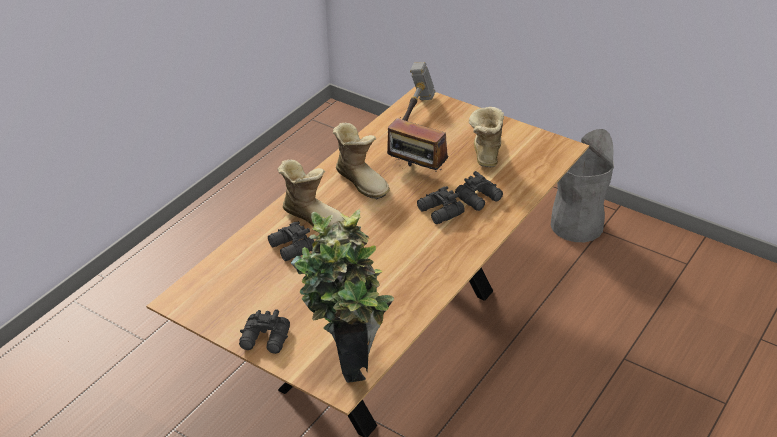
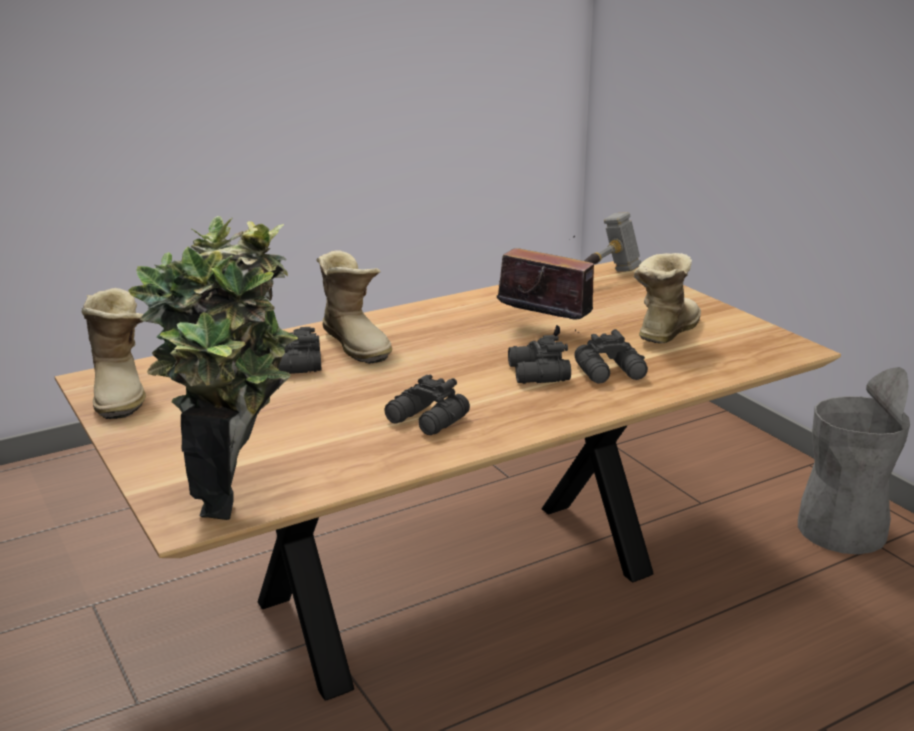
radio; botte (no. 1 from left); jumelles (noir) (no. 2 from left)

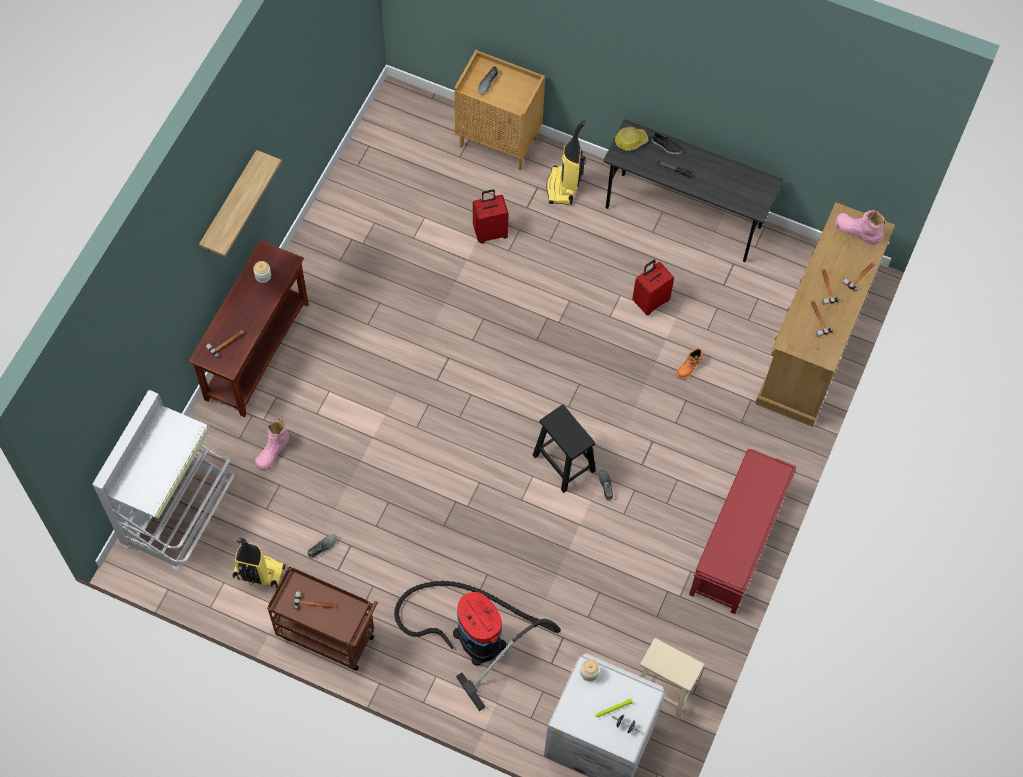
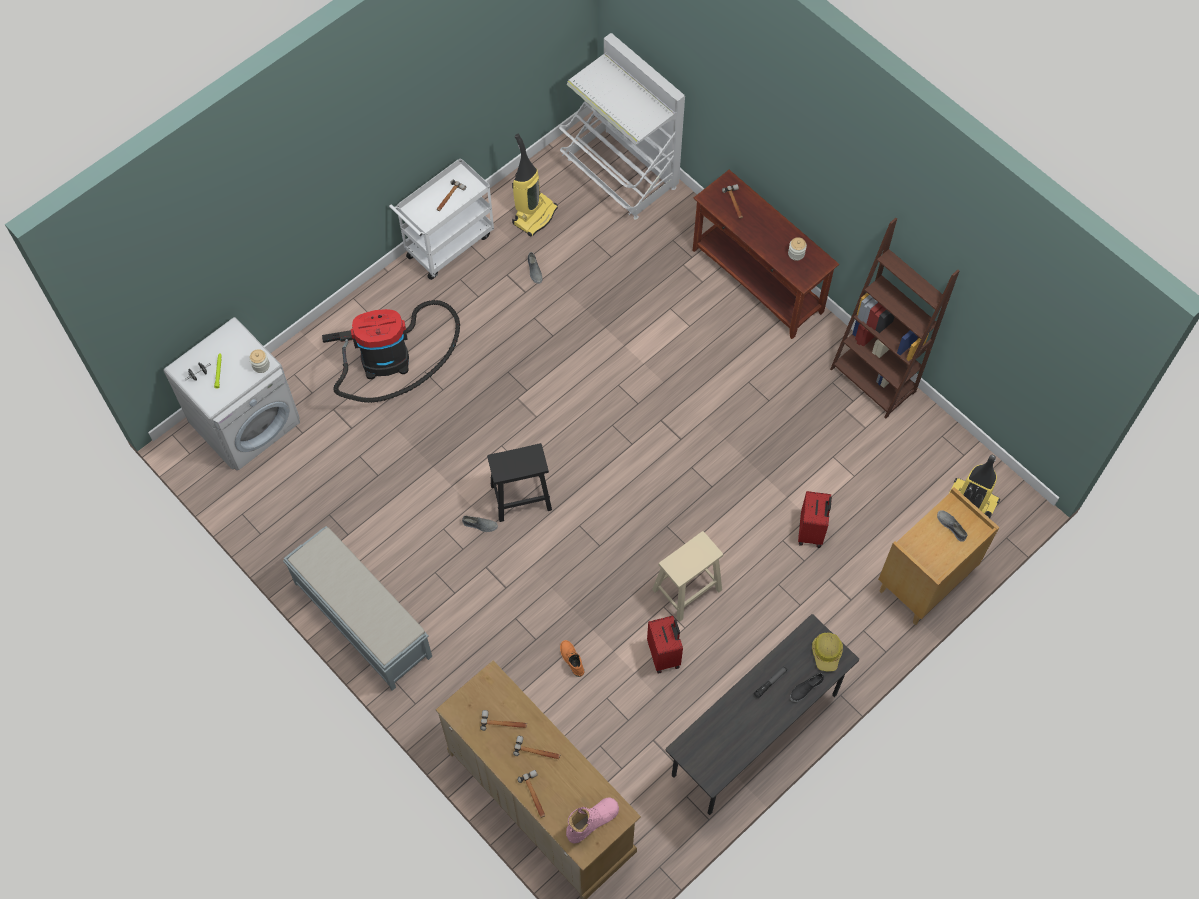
aspirateur (no. 3 from left); étagère; botte (rose) (no. 1 from left in the first image); banc (gris); chariot (blanc); tabouret (beige); bibliothèque (marron)

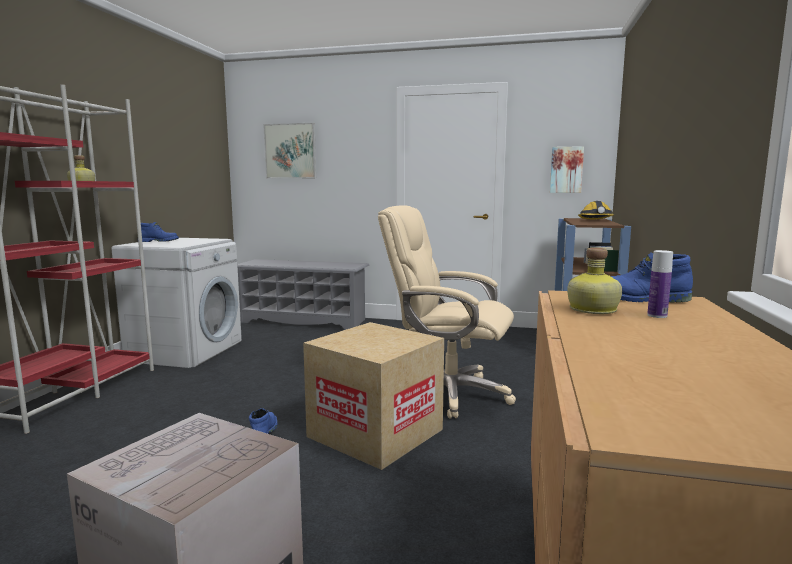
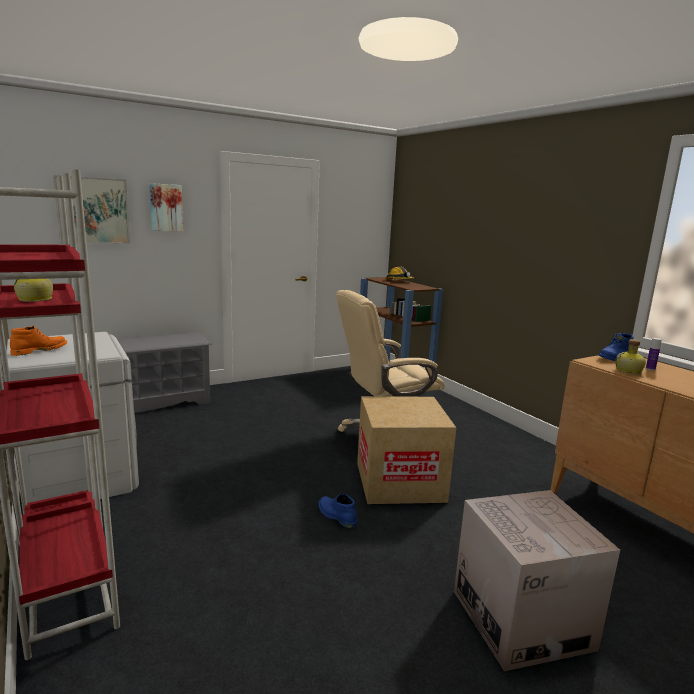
tableau (no. 2 from left); botte (orange)

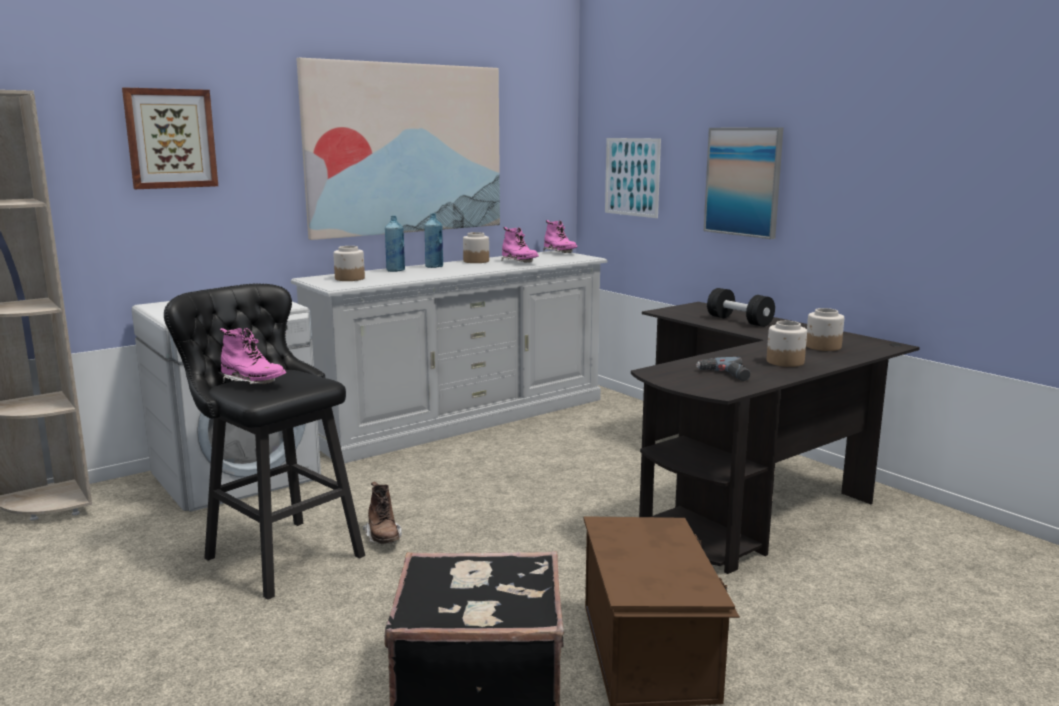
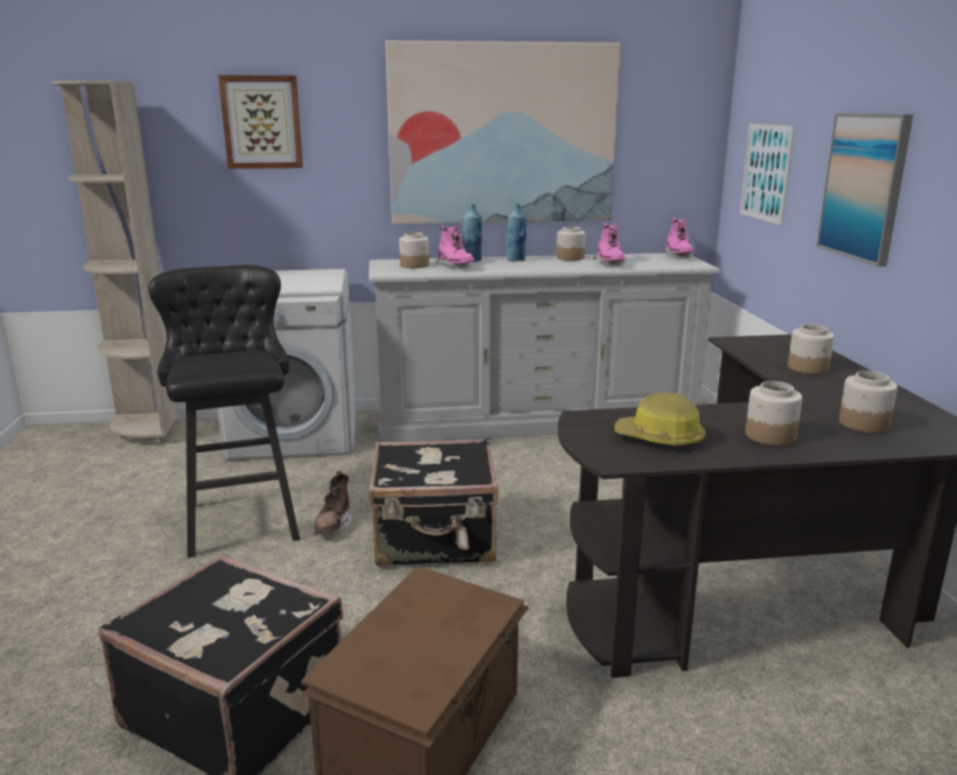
bocal (no. 4 from left); botte (rose) (no. 1 from left); casque de chantier; valise (noir) (no. 2 from left)

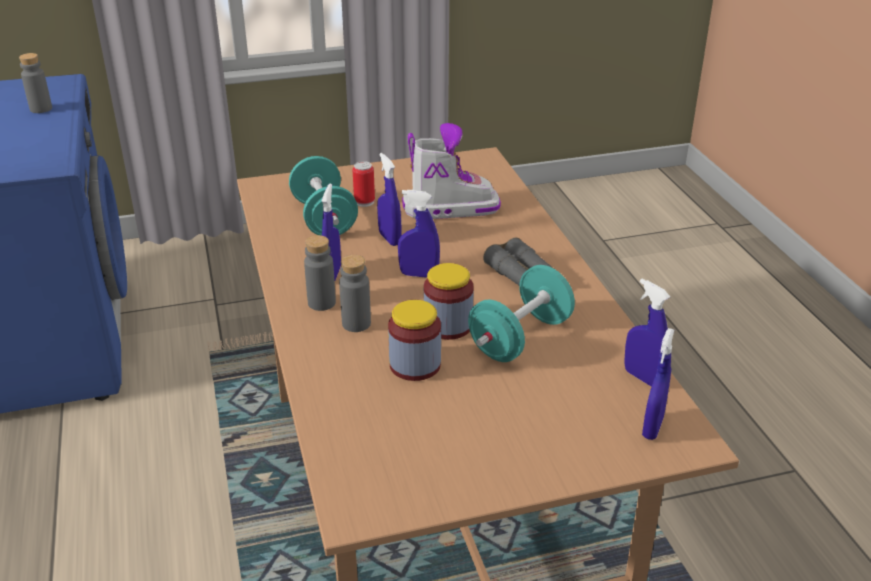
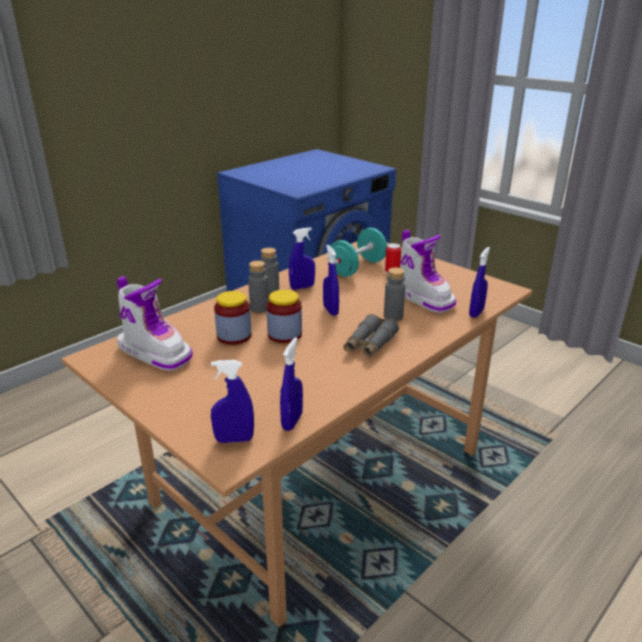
bouteille (gris) (no. 3 from left); vaporisateur (bleu) (no. 5 from left); haltère (turquoise) (no. 2 from left in the first image); botte (no. 1 from left)

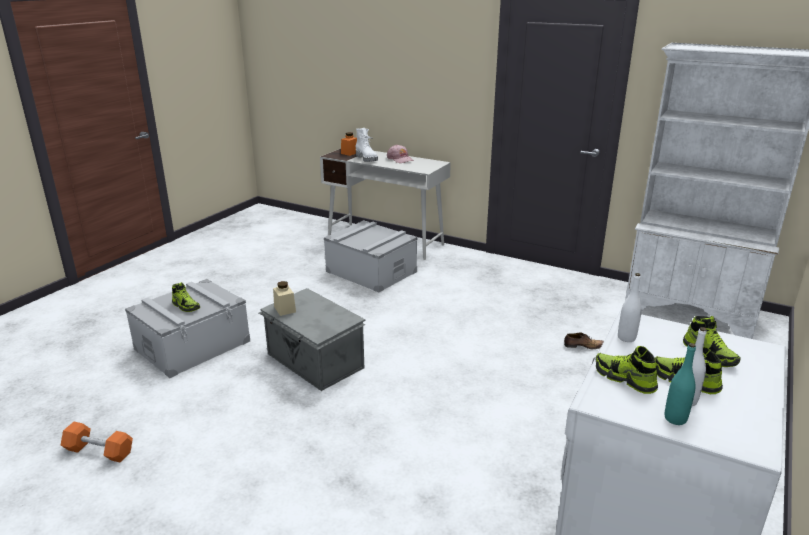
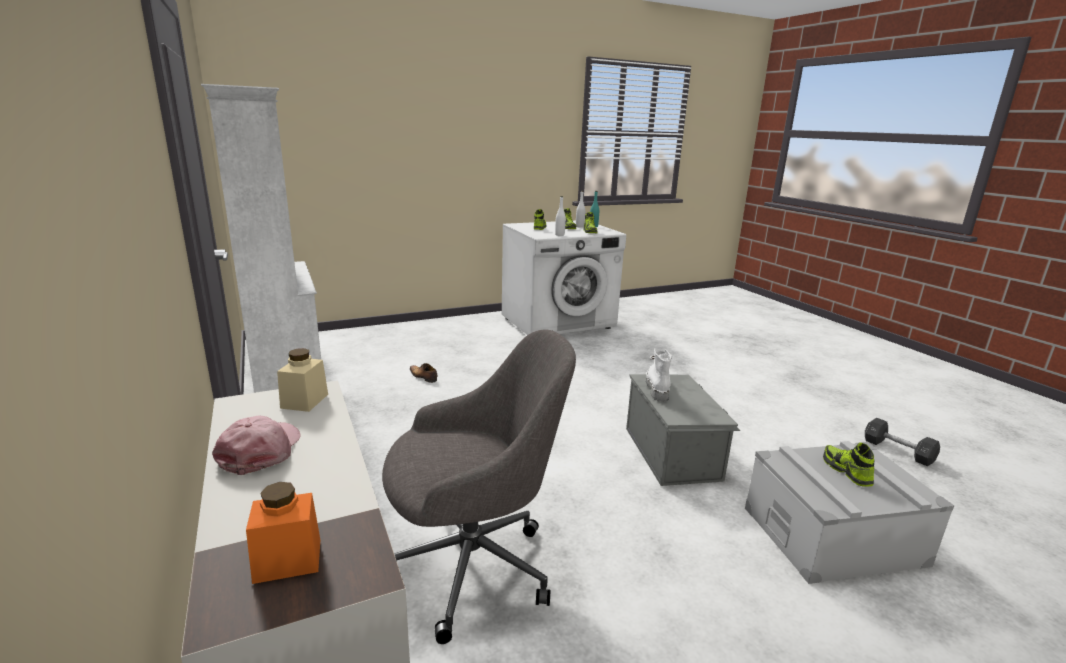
botte (blanc); chaise de bureau (gris); bocal (beige); haltère (noir)

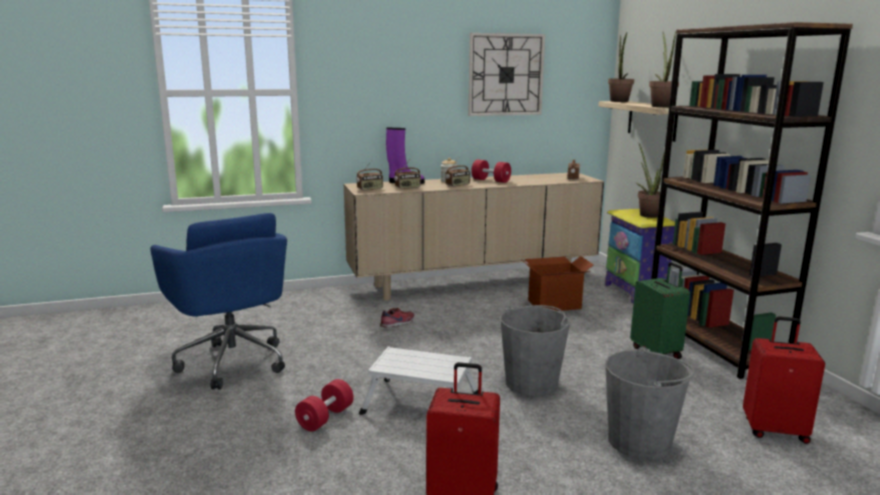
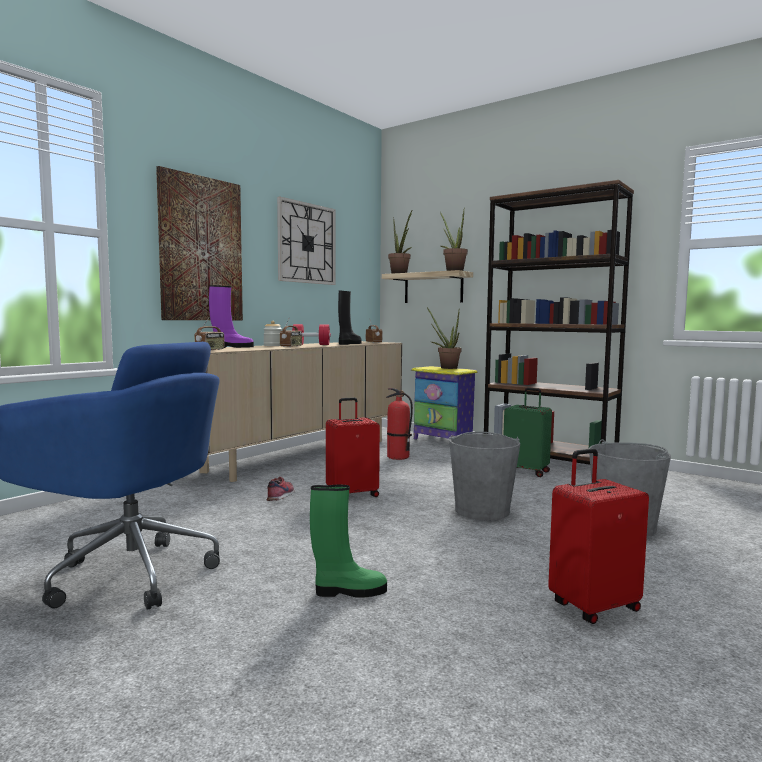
radio (no. 2 from left in the first image); extincteur; valise (rouge) (no. 1 from left); escabeau (blanc); botte (vert); tableau; botte (noir)

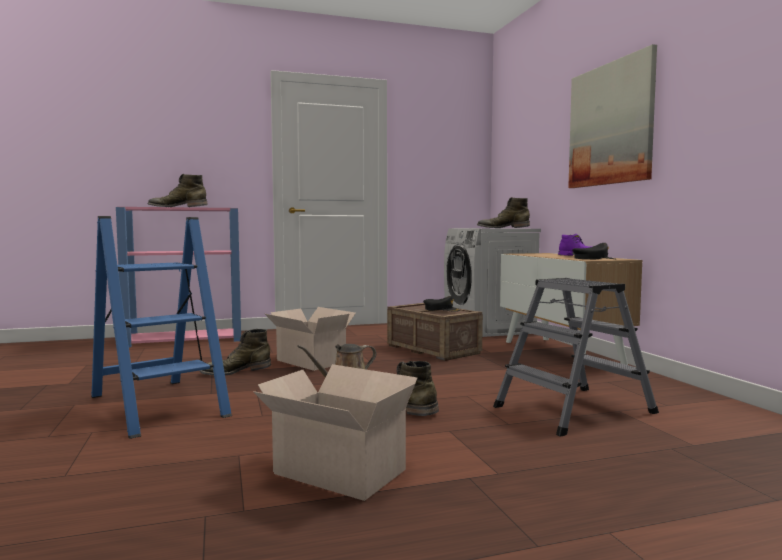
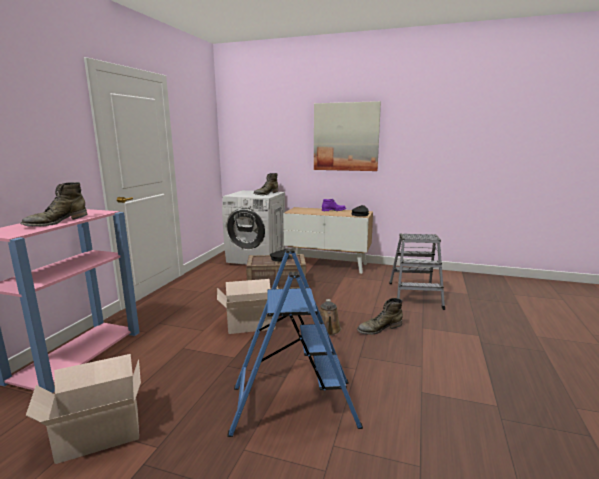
botte (vert) (no. 2 from left in the first image); carton (no. 1 from left)

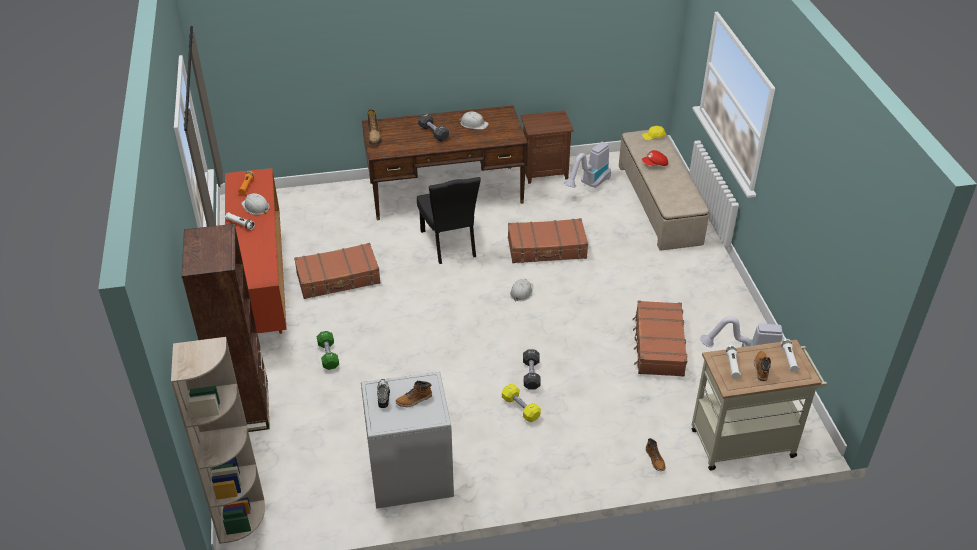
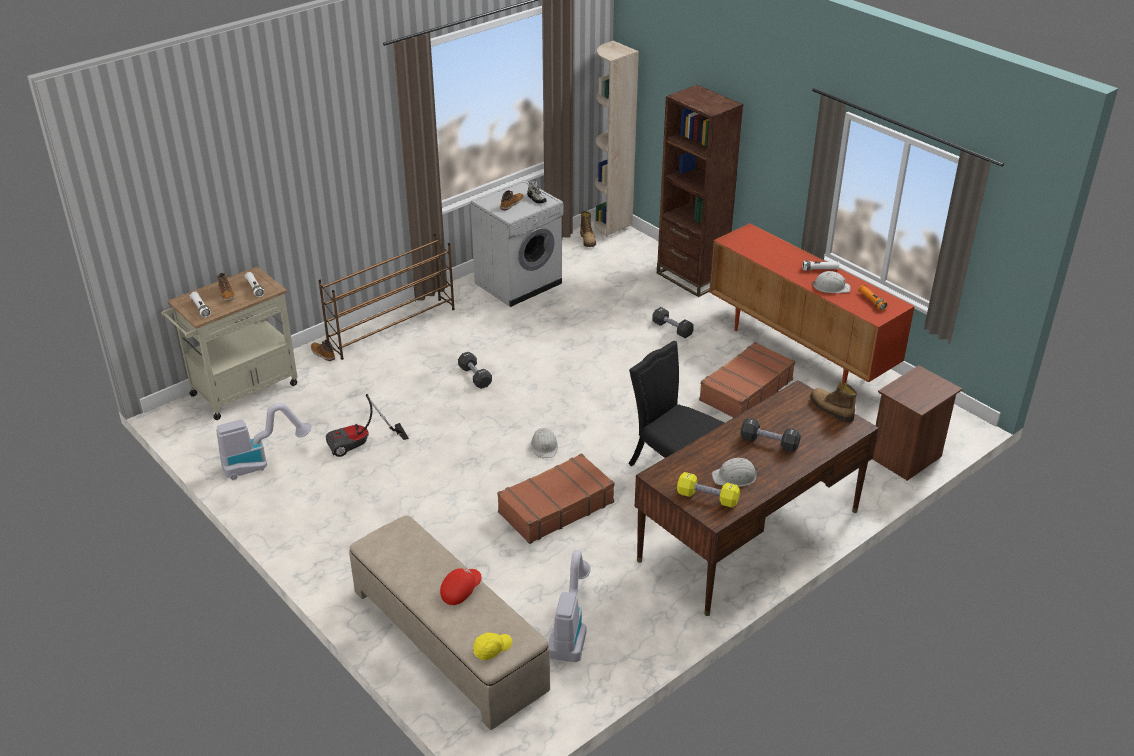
table de chevet (marron); aspirateur (no. 2 from left); haltère (noir) (no. 2 from left); haltère (jaune); botte (no. 4 from left); étagère à chaussures (marron)

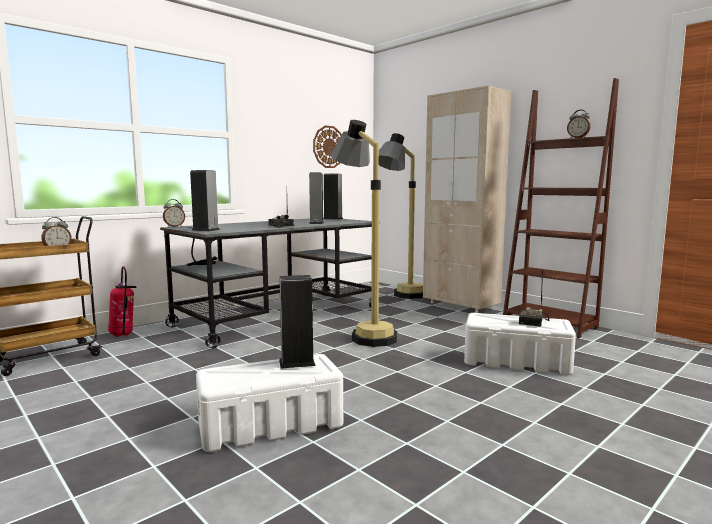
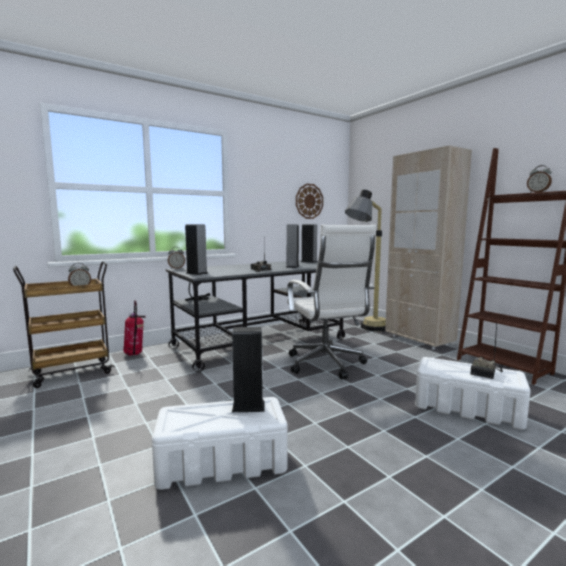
chaise de bureau (blanc)

